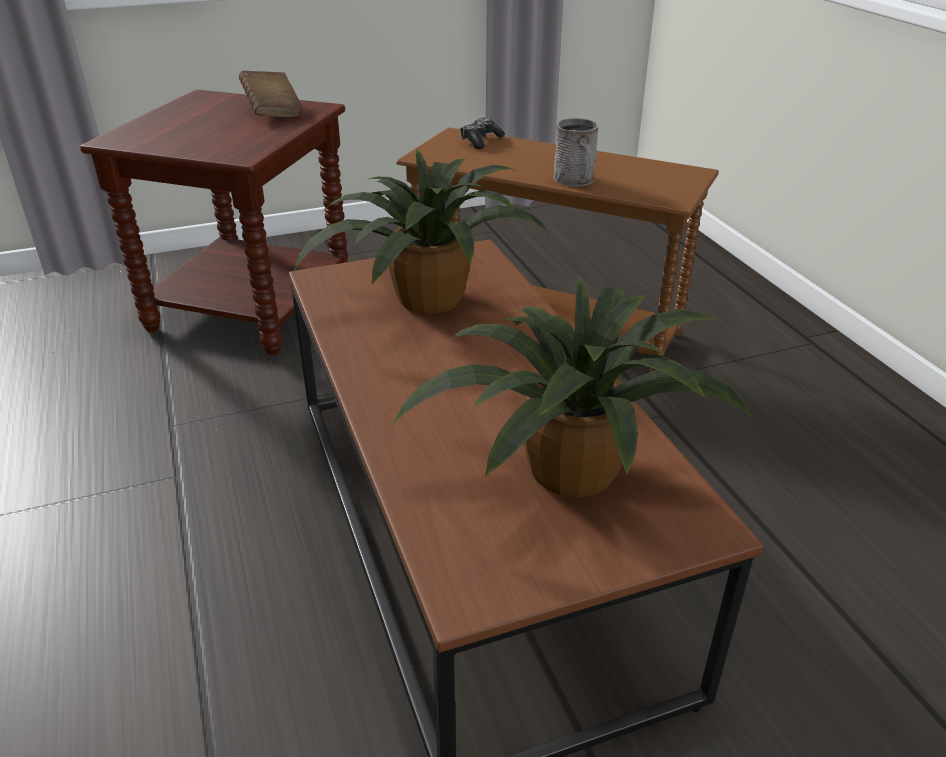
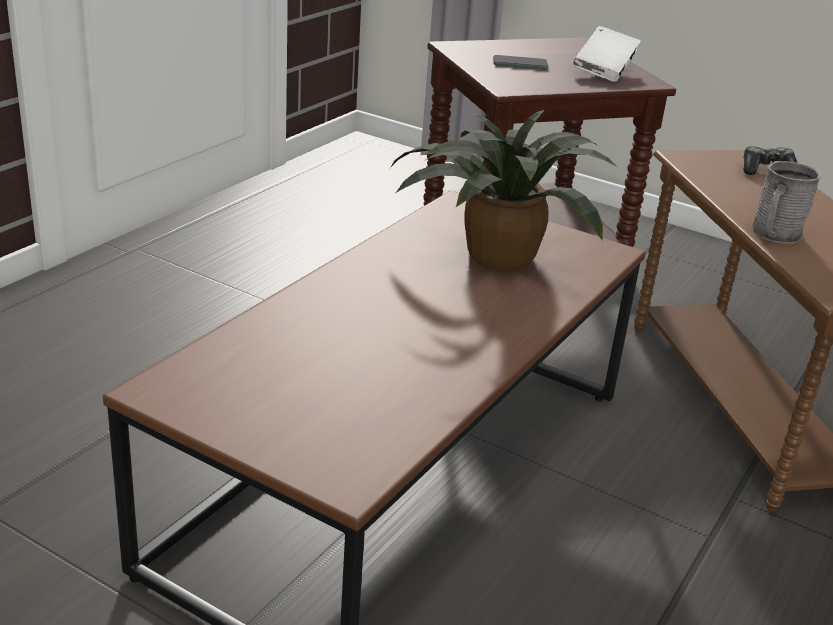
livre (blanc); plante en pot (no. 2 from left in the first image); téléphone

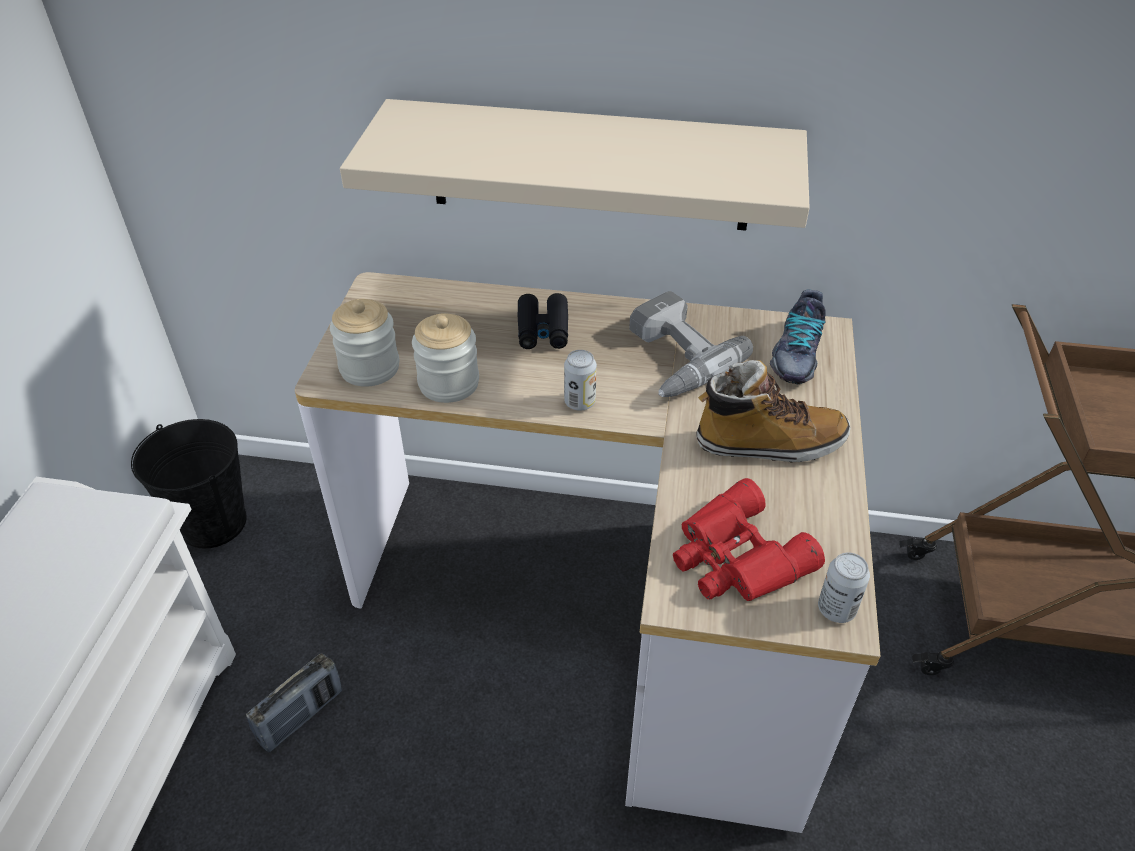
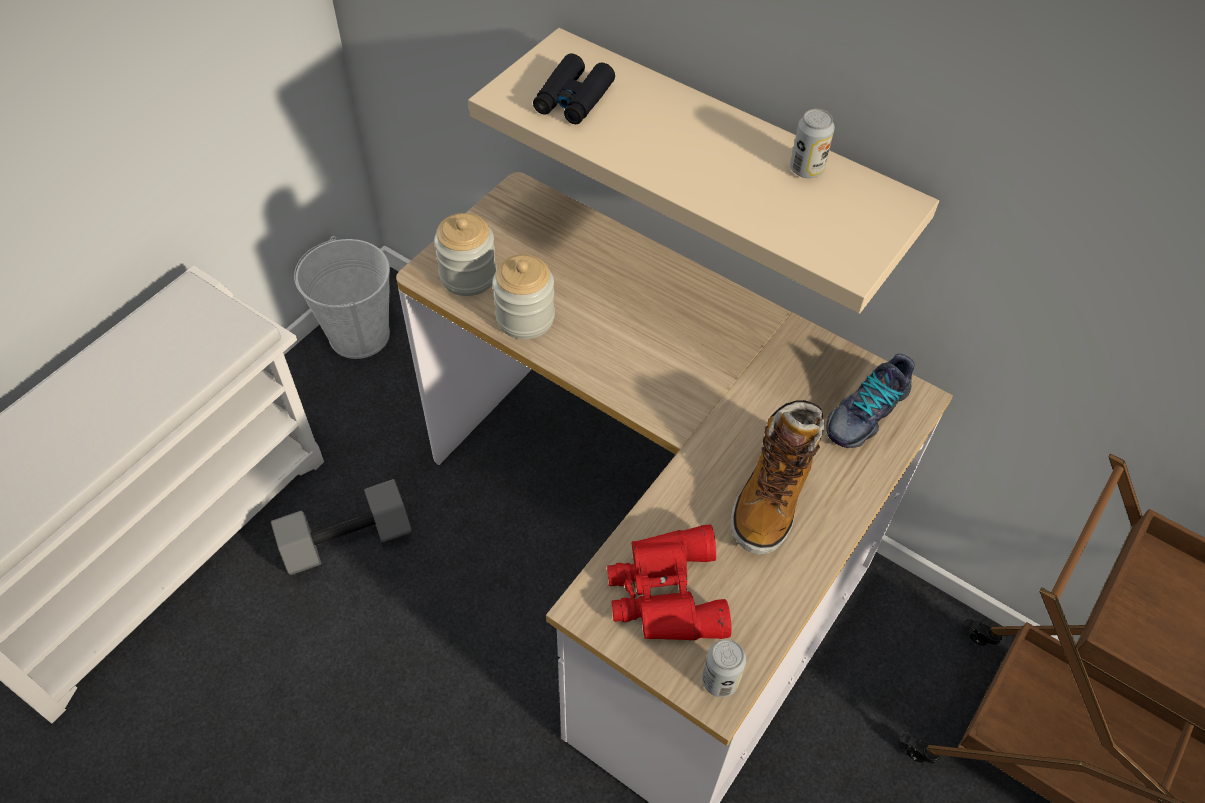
perceuse; jumelles (noir); boîte métallique (no. 2 from left); botte; seau (blanc); haltère (gris)

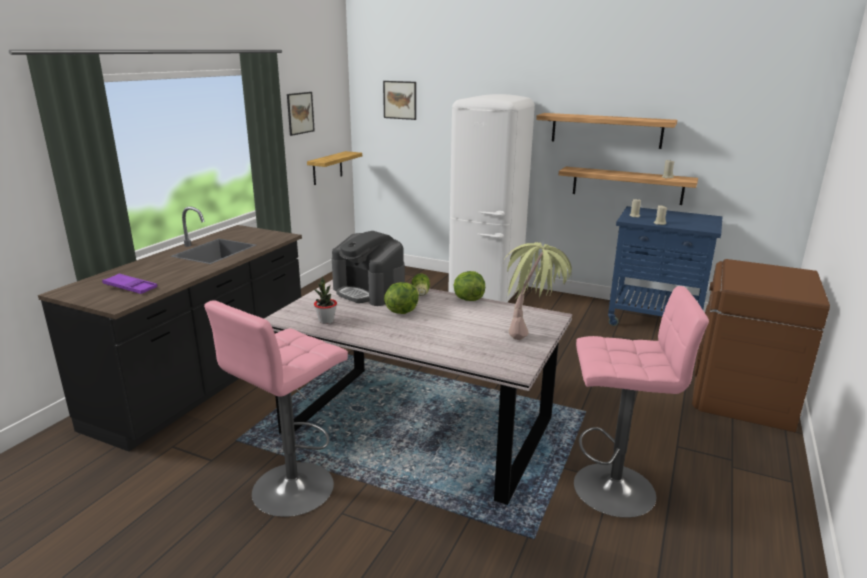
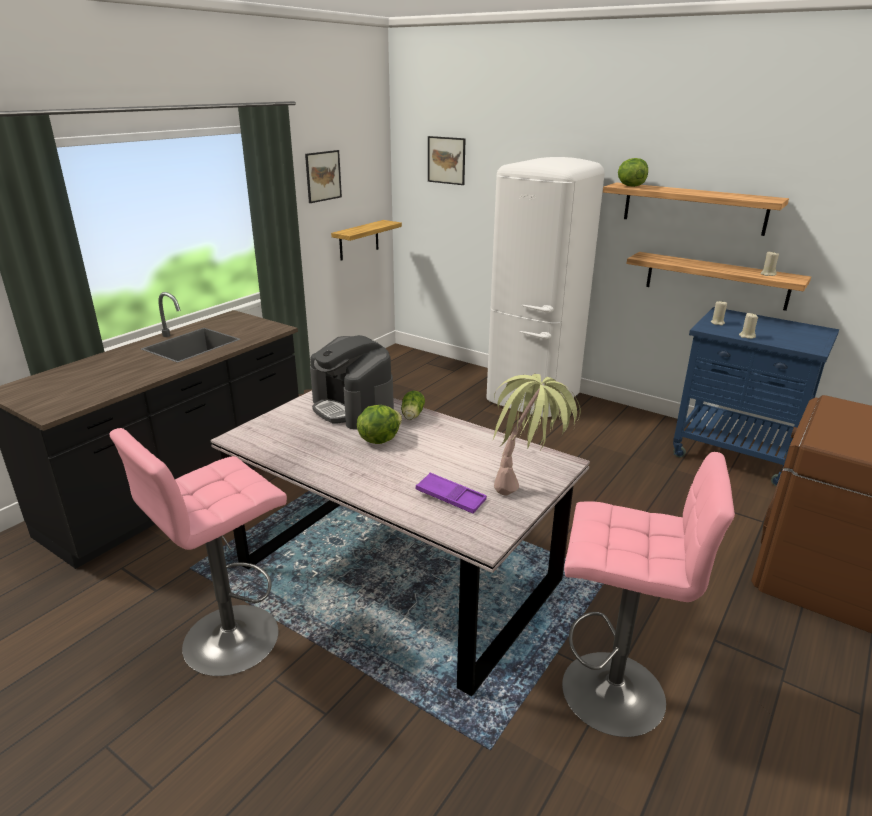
laitue (no. 3 from left); plateau (violet); plante en pot (no. 1 from left in the first image)

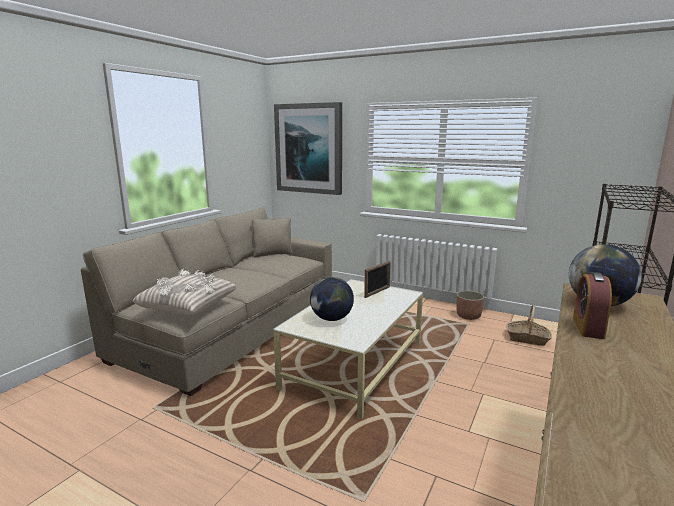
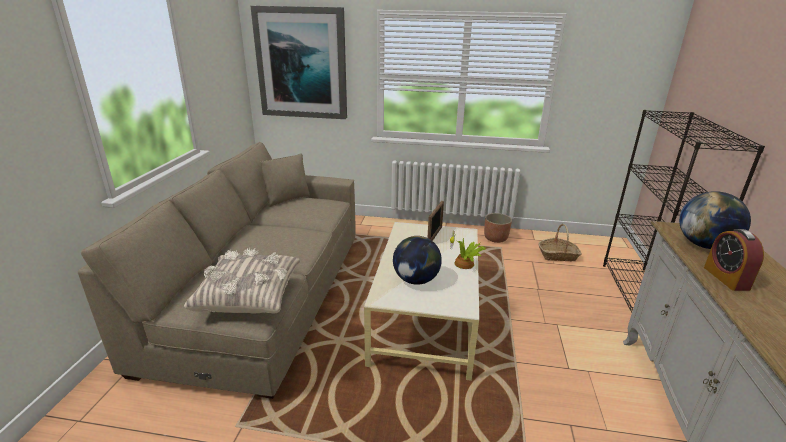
plante en pot

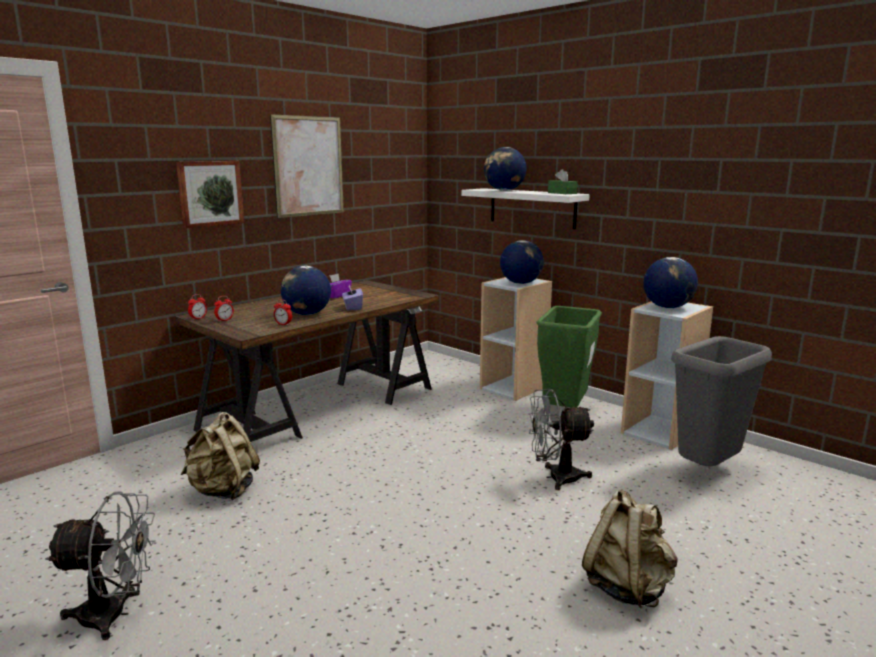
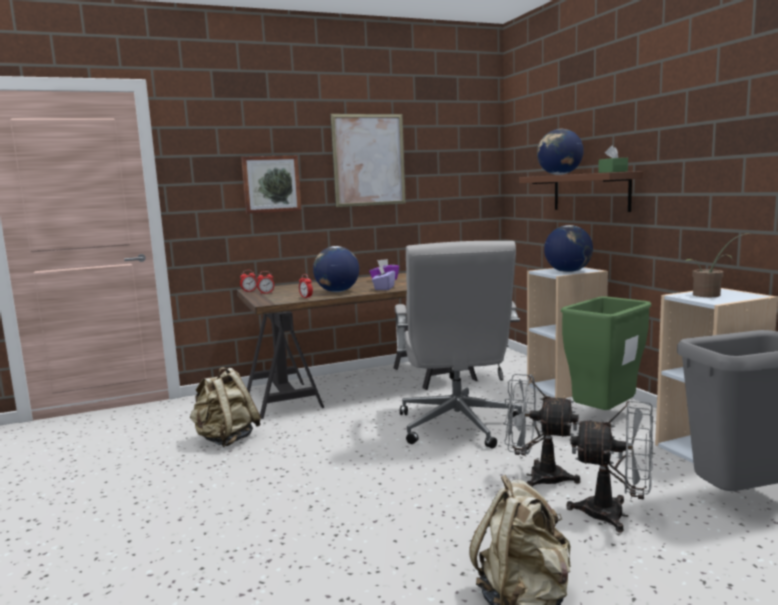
étagère (marron); plante en pot; ventilateur (gris) (no. 2 from left); chaise de bureau (gris)

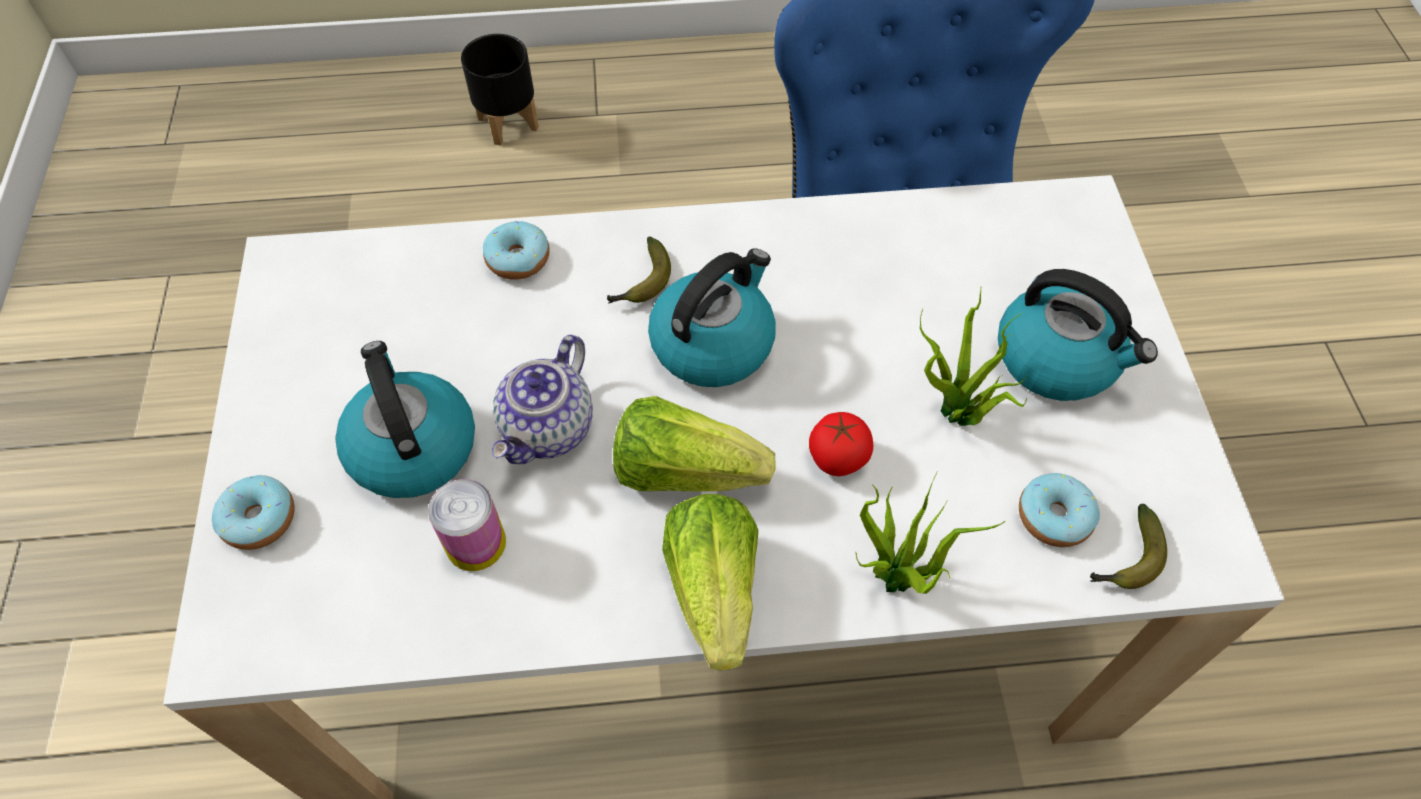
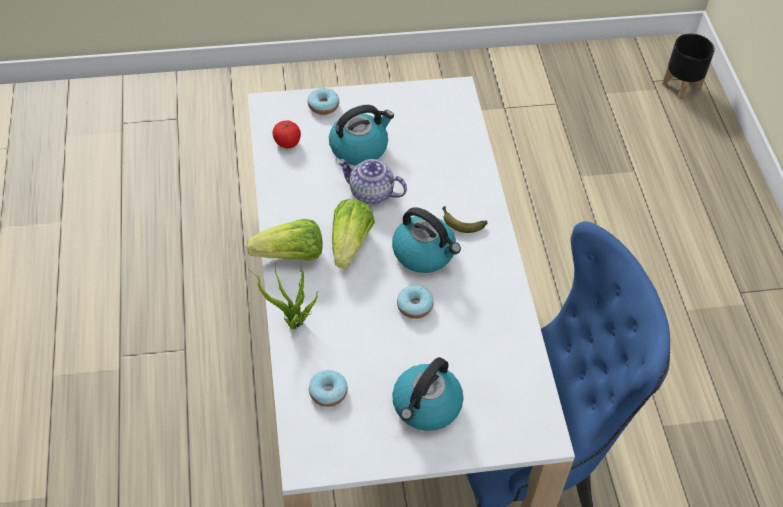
cache-pot (noir); beignet (no. 3 from left); plante en pot (no. 2 from left in the first image); tomate; boîte métallique; banane (no. 2 from left in the first image)

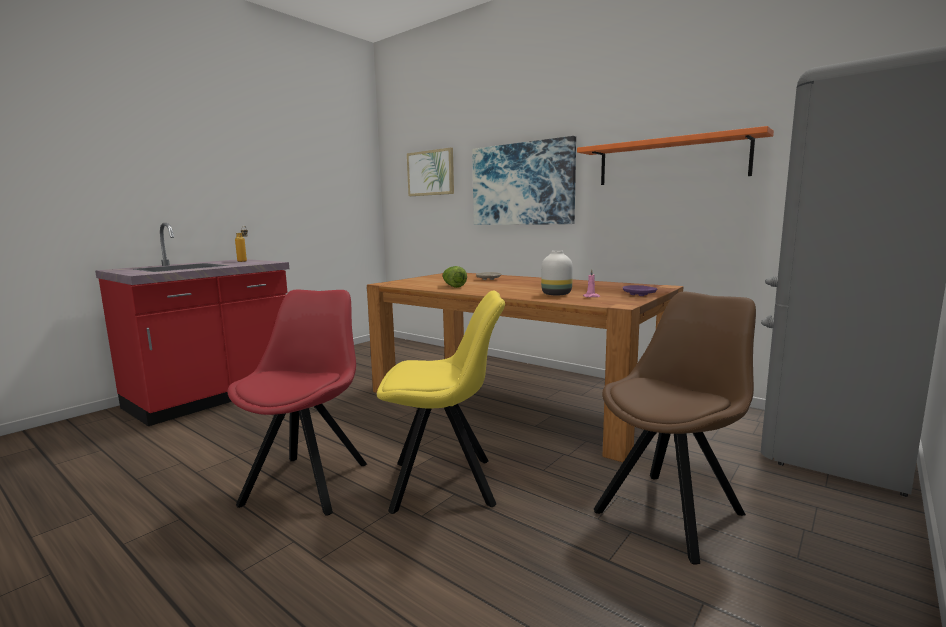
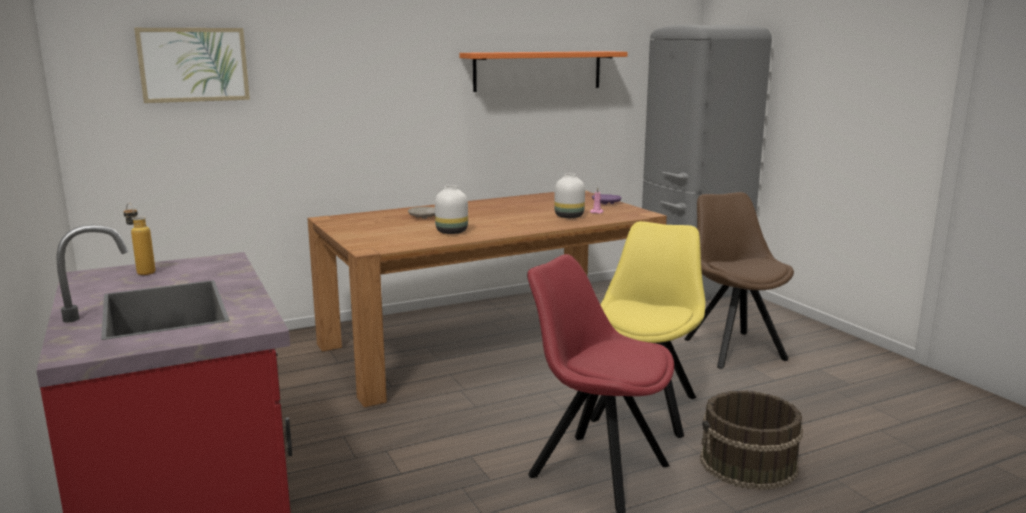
tableau (no. 2 from left in the first image); vase (blanc) (no. 1 from left); seau (marron)

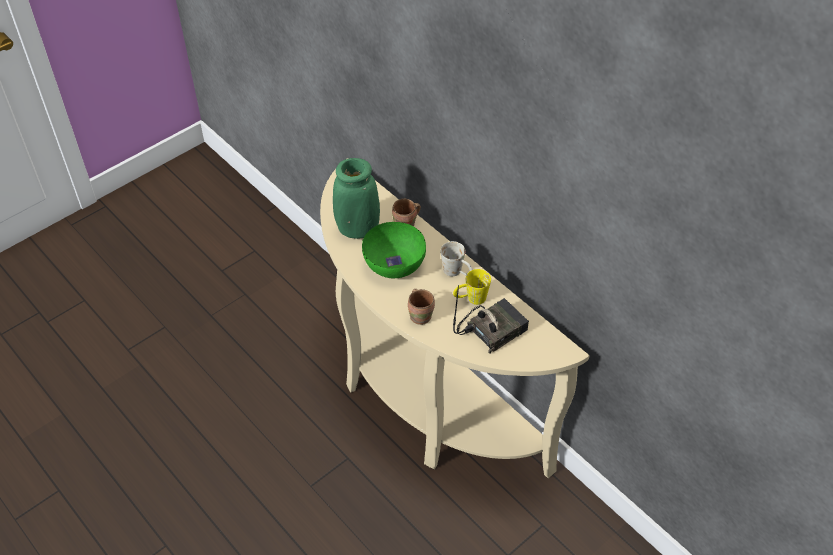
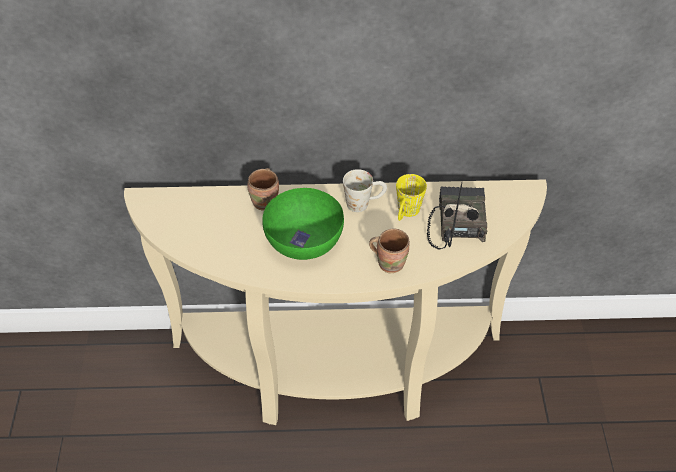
vase (vert)

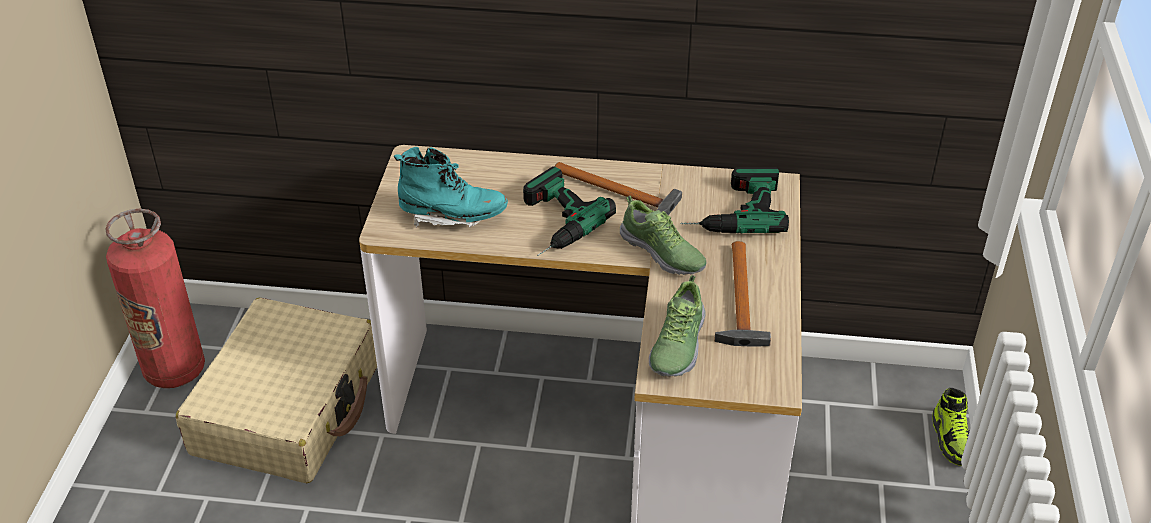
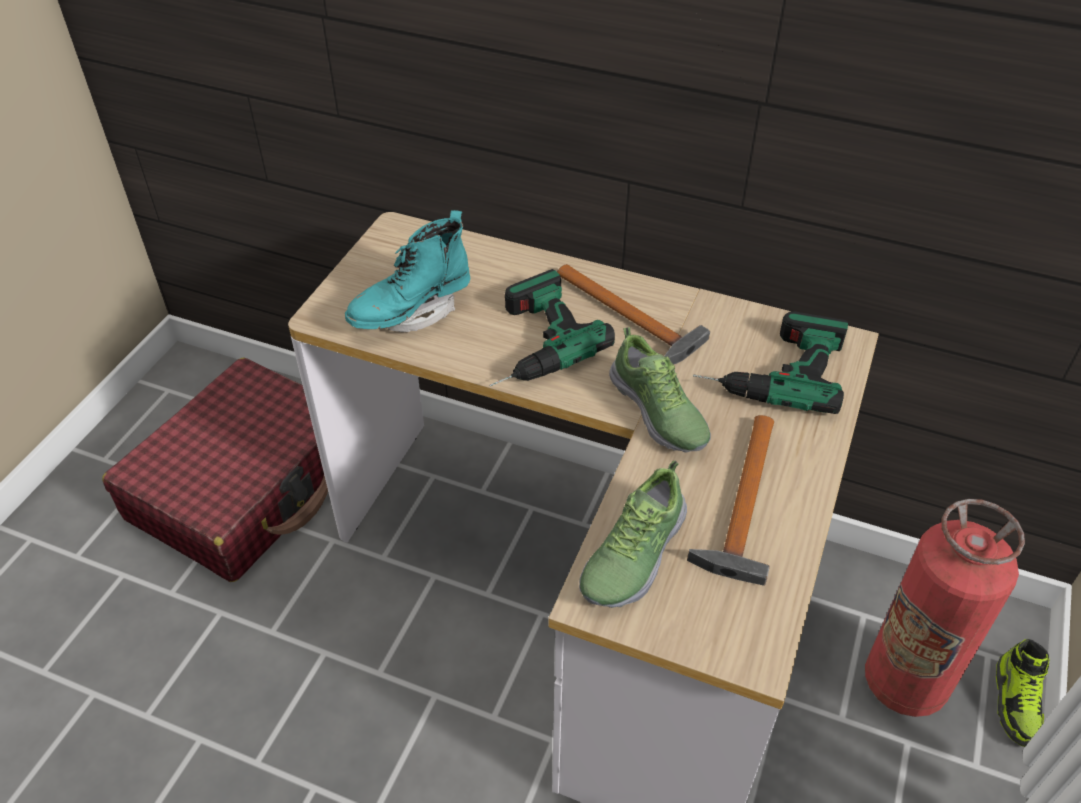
botte (turquoise); extincteur; valise (rouge)

